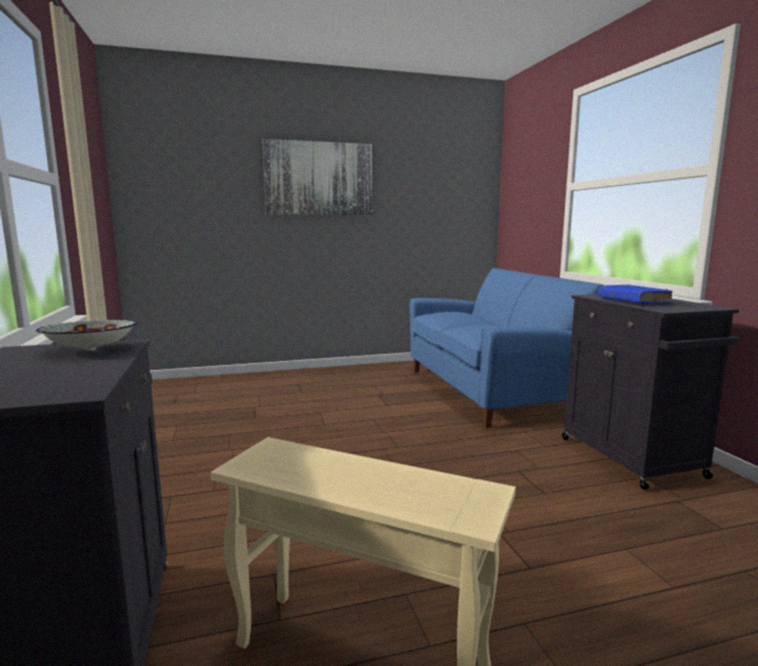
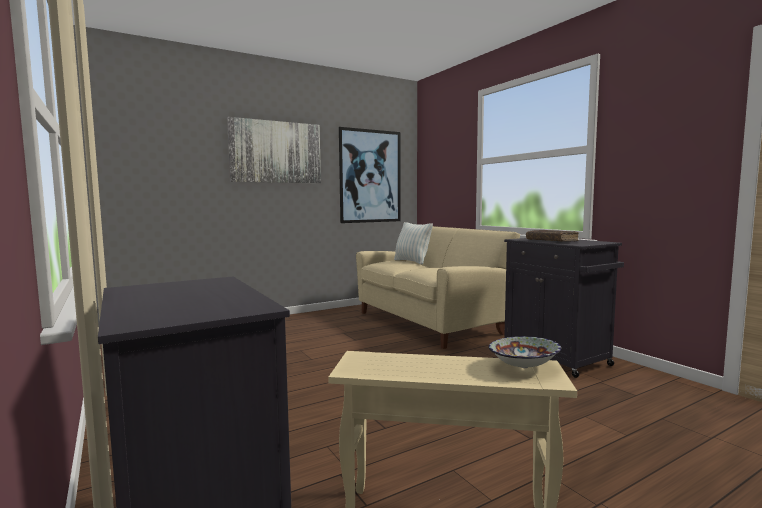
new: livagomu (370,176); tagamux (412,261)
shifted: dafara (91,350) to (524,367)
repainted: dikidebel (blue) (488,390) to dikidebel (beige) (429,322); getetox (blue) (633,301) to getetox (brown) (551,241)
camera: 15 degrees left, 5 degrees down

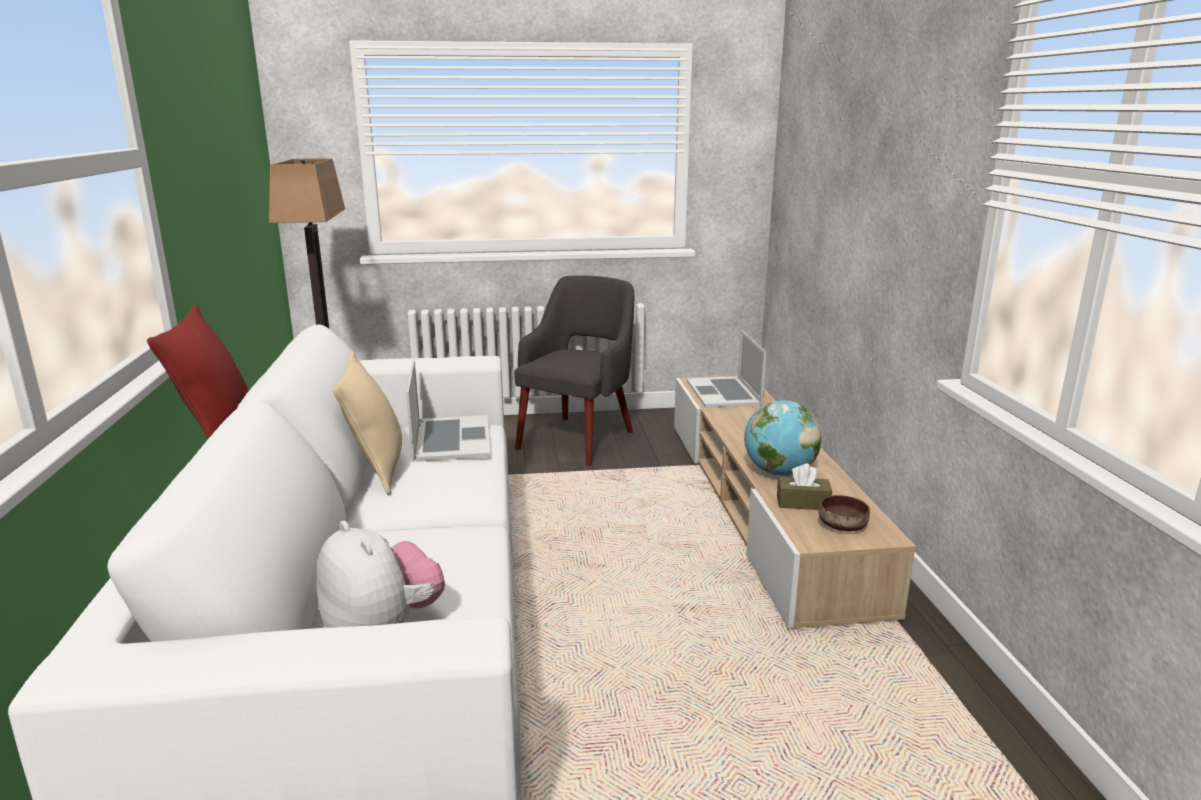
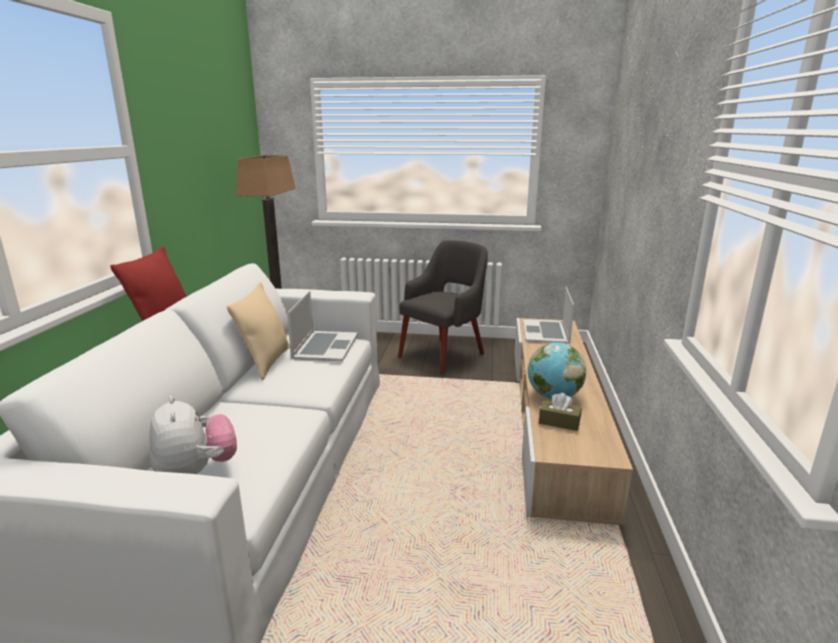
gone: dafara (brown) (843,526)
camera: 15 degrees right, 0 degrees up

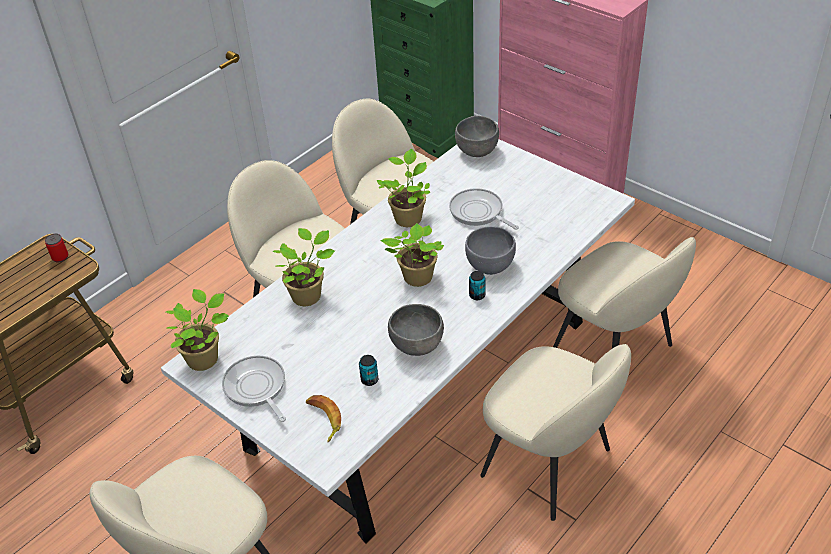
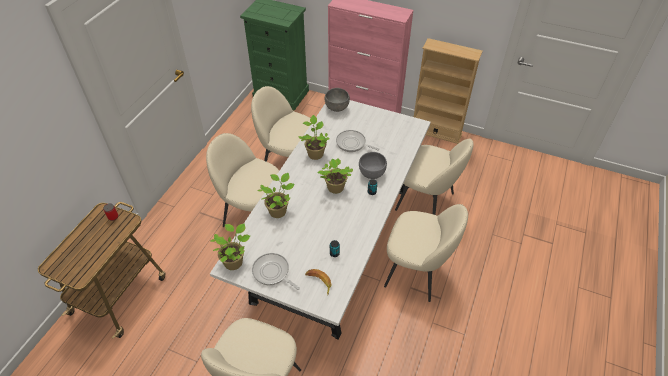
gone: dafara (grey) (417,346)
new: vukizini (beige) (436,132)
camera: 20 degrees left, 5 degrees up

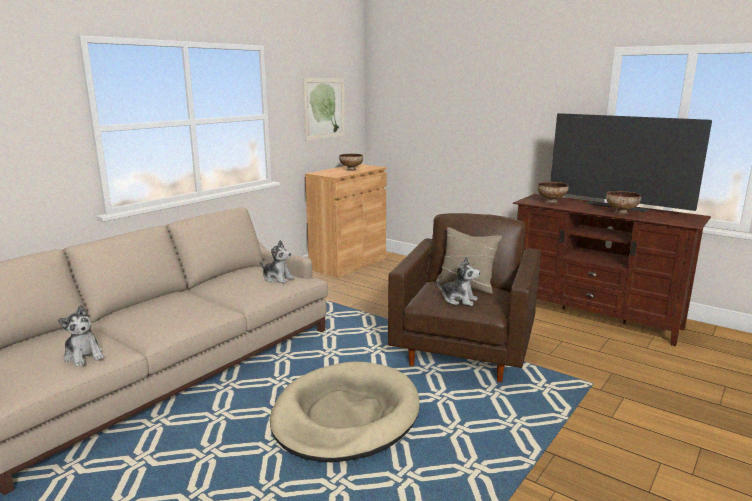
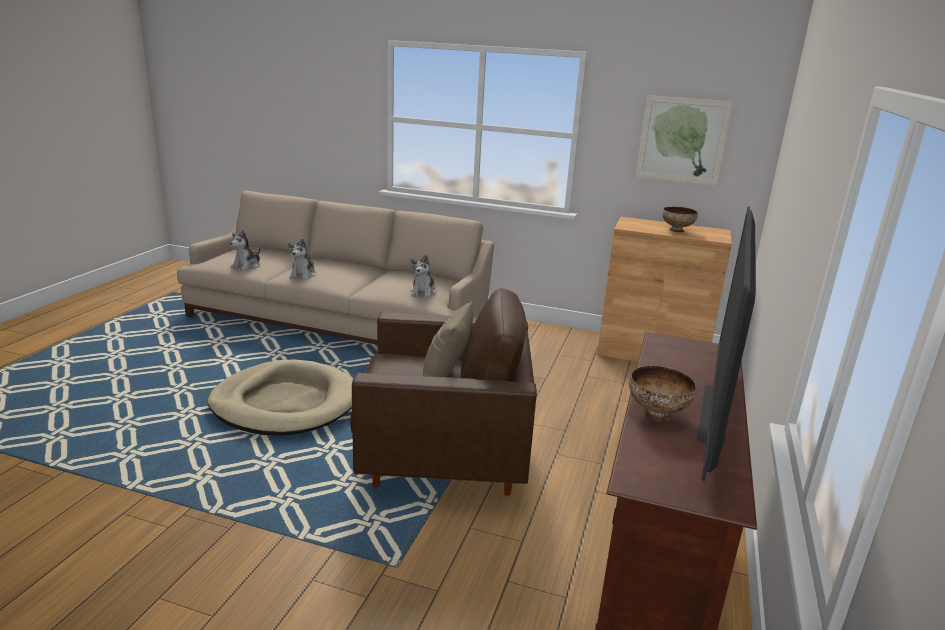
gone: dafara (551,202)
shifted: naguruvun (459,300) to (303,275)
camera: 70 degrees right, 5 degrees up

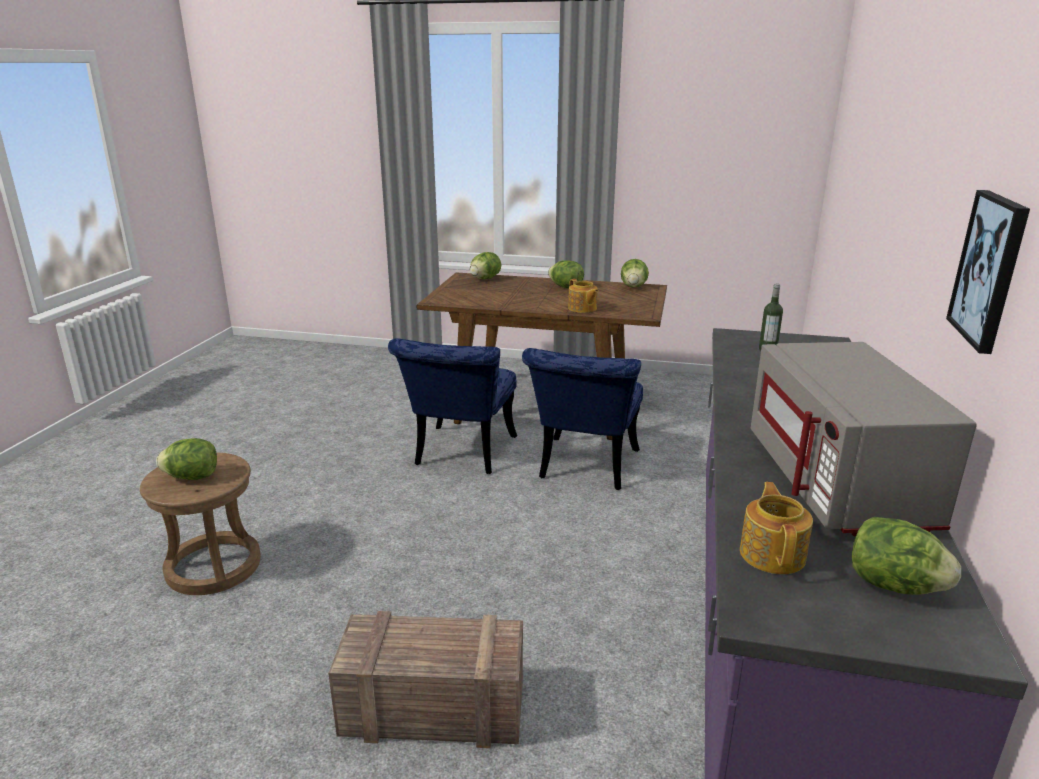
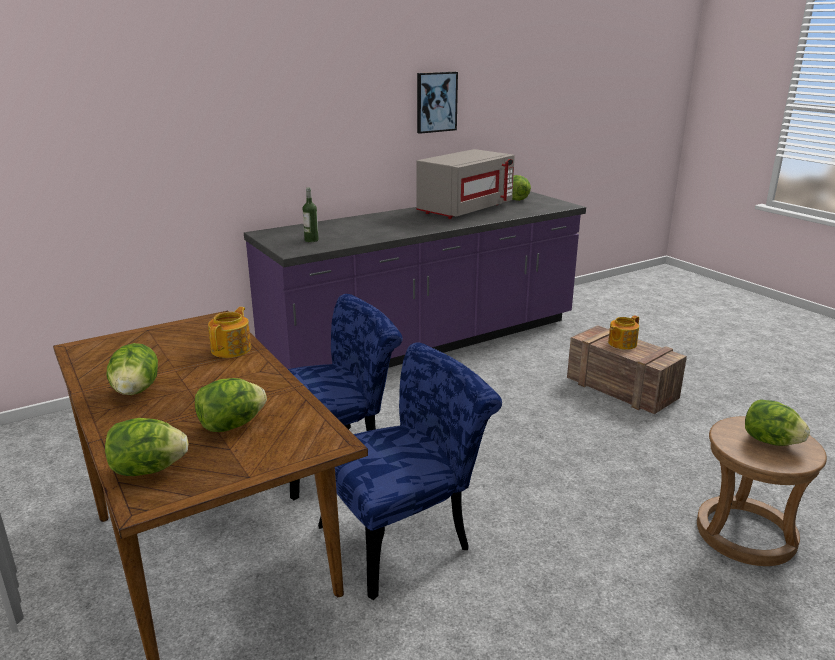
shifted: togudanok (633,287) to (231,425); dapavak (773,554) to (621,343)
camera: 135 degrees left, 0 degrees up

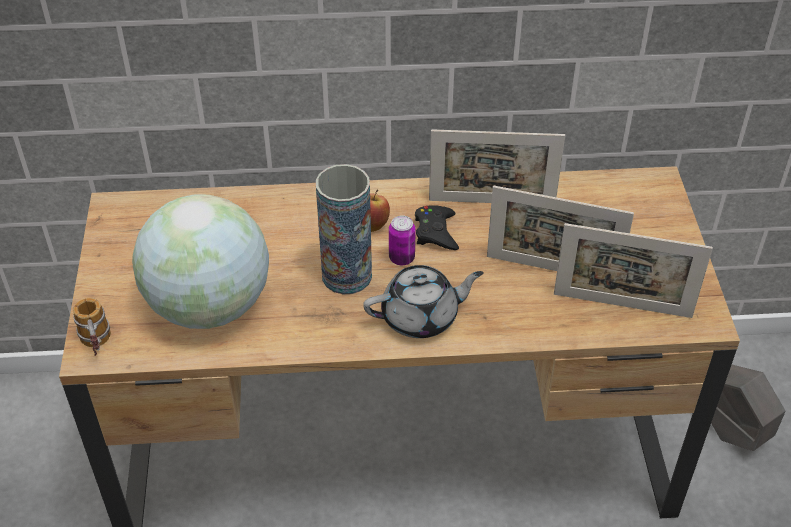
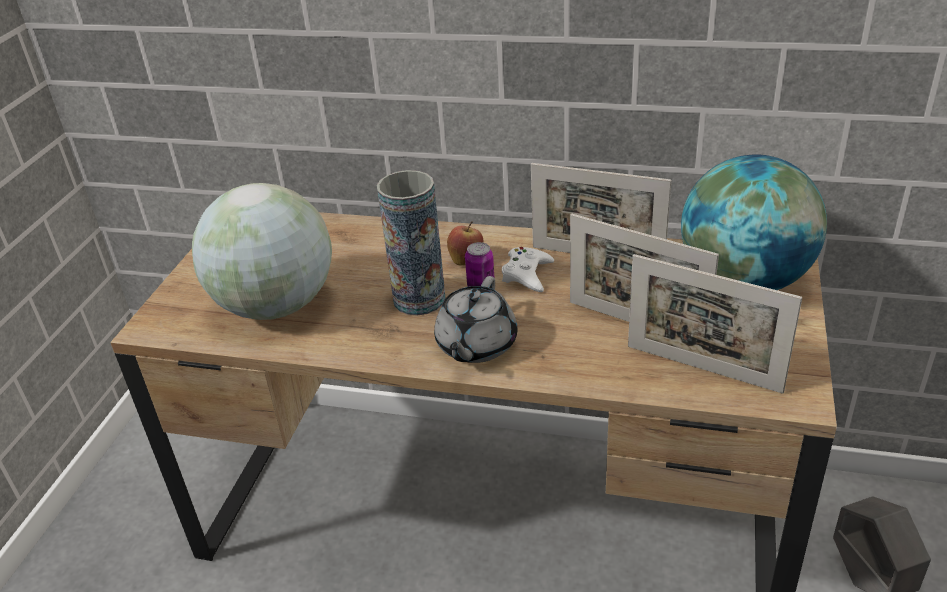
gone: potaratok (97,346)
new: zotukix (744,281)
repainted: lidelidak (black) (436,232) to lidelidak (white) (527,274)
rotated: dapavak (grey) (421,317) = (475,346) 105 degrees clockwise
camera: 20 degrees right, 10 degrees down

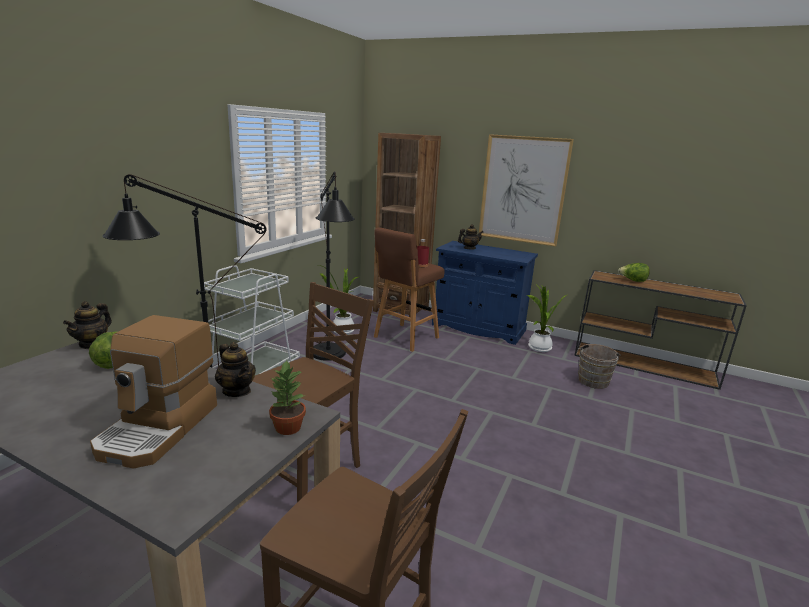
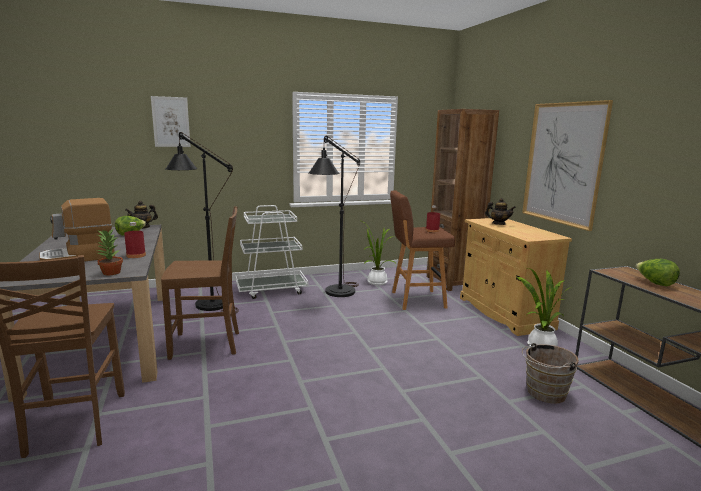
new: livagomu (171,122)
swapped: dapavak (237,391) to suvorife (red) (136,255)
repainted: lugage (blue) (478,328) to lugage (beige) (504,313)
camera: 45 degrees right, 5 degrees down

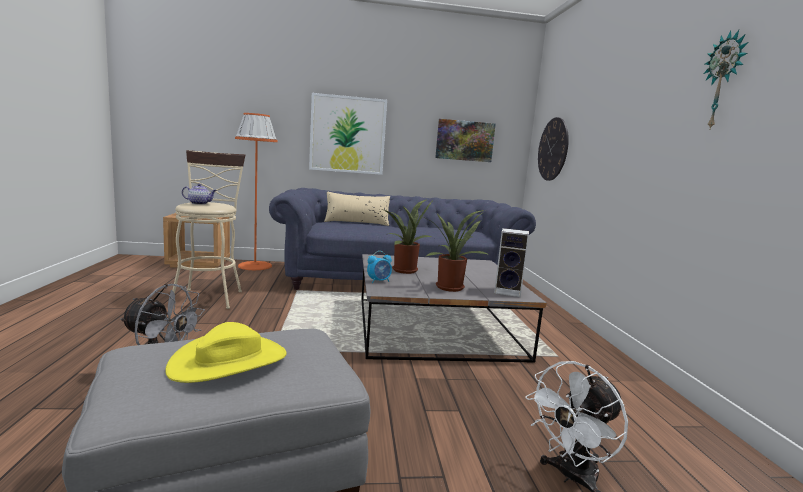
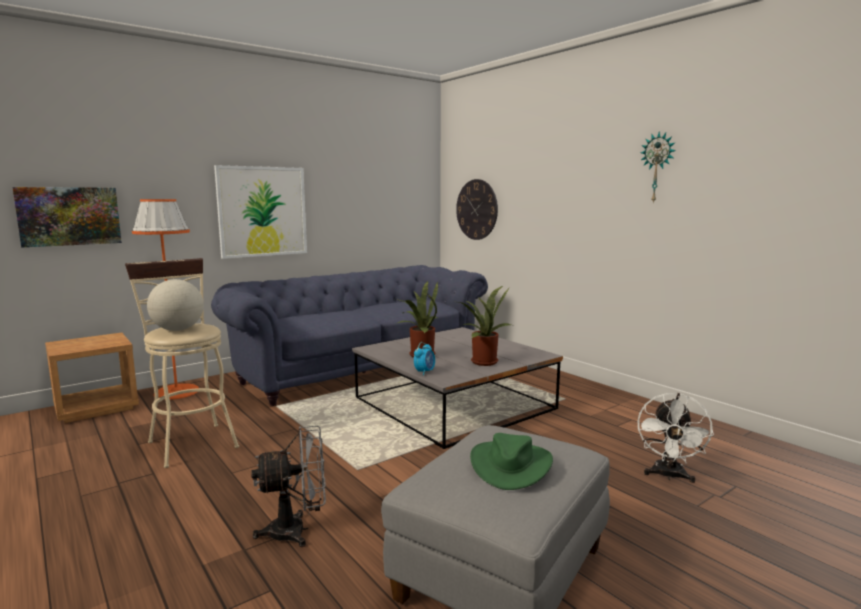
gone: tagamux (beige) (357,222); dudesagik (509,292)
shifted: livagomu (464,140) to (69,216)
swapped: dapavak (200,203) to zotukix (178,330)
repainted: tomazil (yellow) (229,361) to tomazil (green) (510,465)
camera: 30 degrees left, 0 degrees up

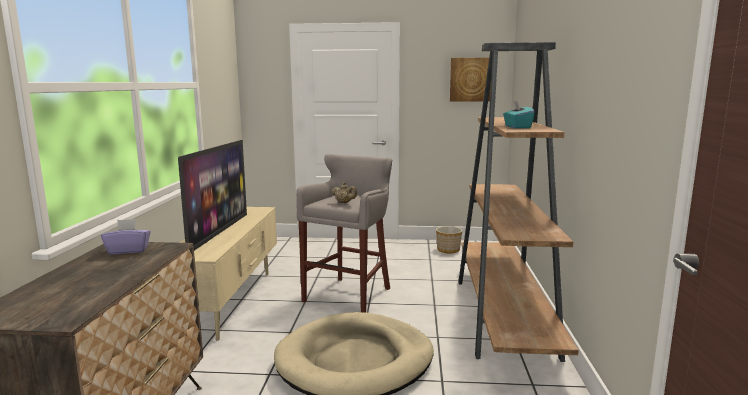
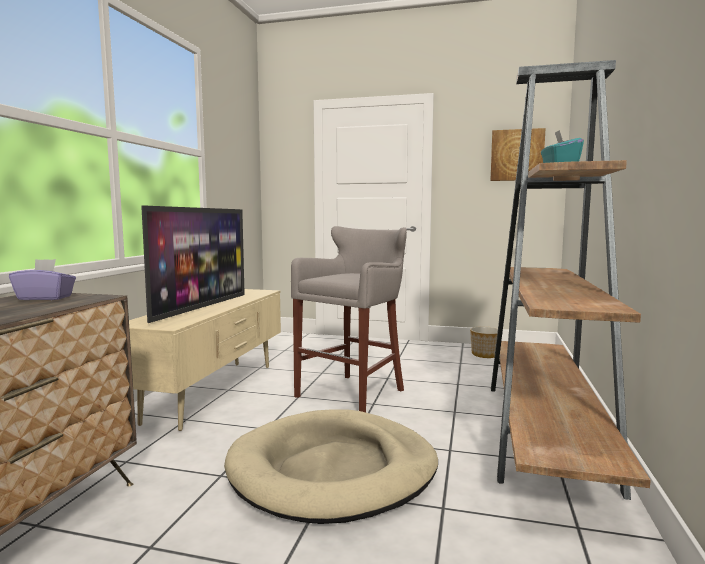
gone: dapavak (beige) (344,203)
camera: 10 degrees right, 5 degrees down

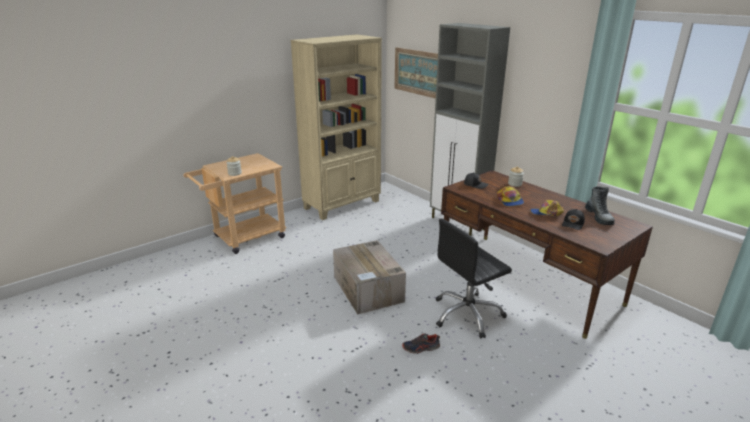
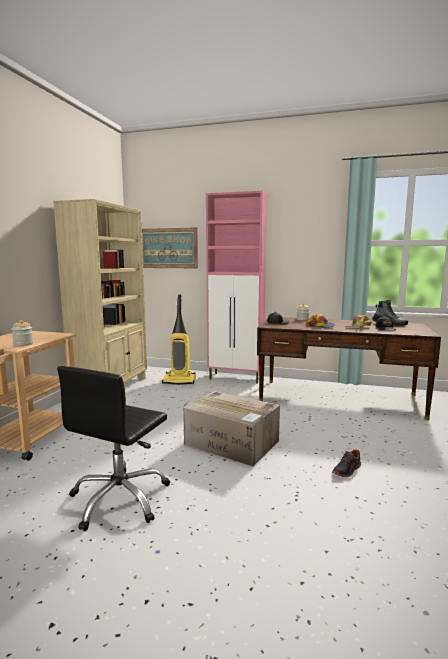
new: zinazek (179,381)
shifted: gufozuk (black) (467,314) to (120,499)
repainted: lugage (grey) (458,224) to lugage (pink) (236,378)
camera: 35 degrees left, 15 degrees down

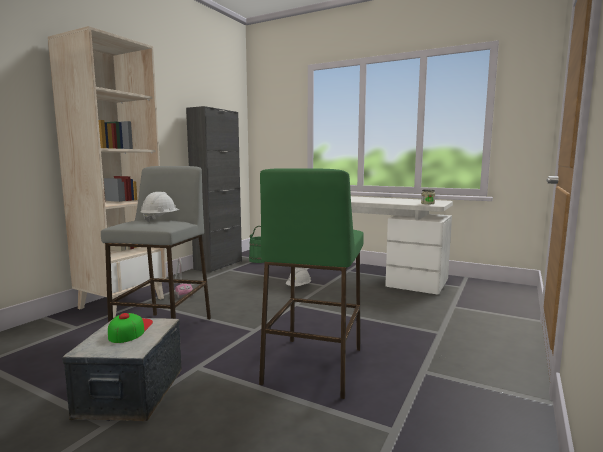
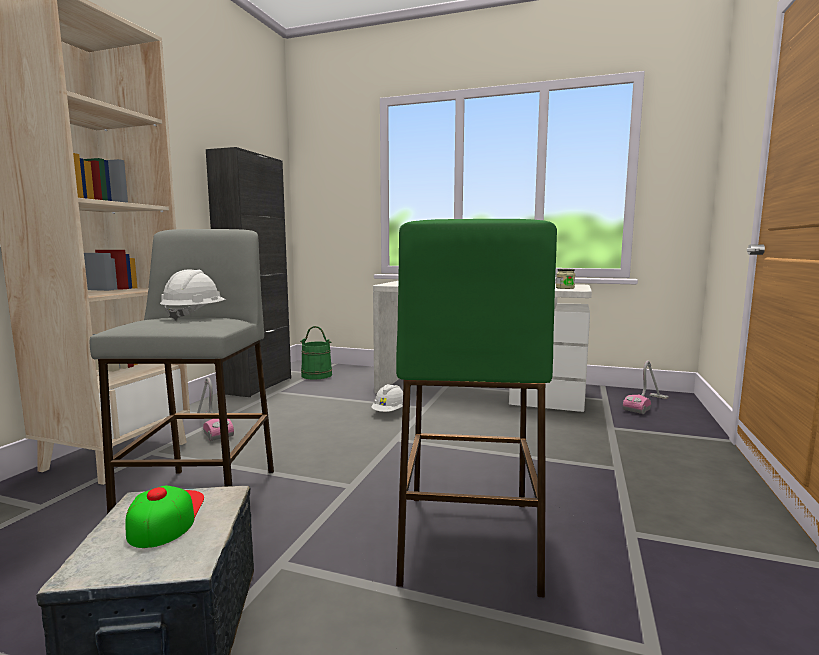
new: zinazek (646,404)
camera: 10 degrees left, 0 degrees up

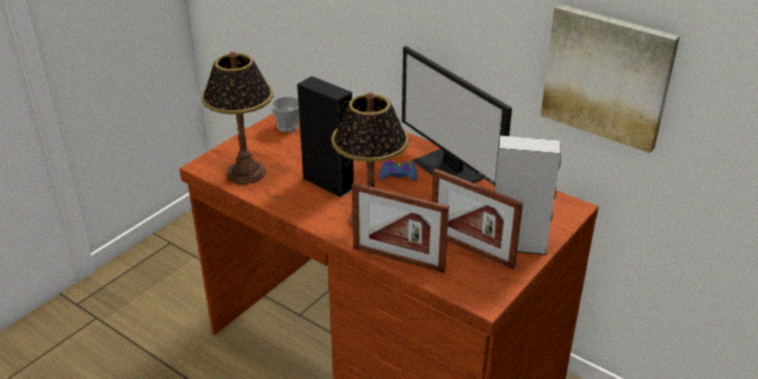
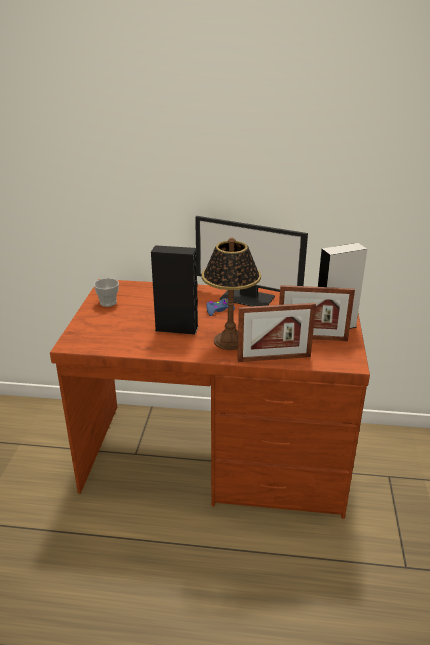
gone: livagomu (607,76); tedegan (245,172)
camera: 30 degrees left, 5 degrees down

